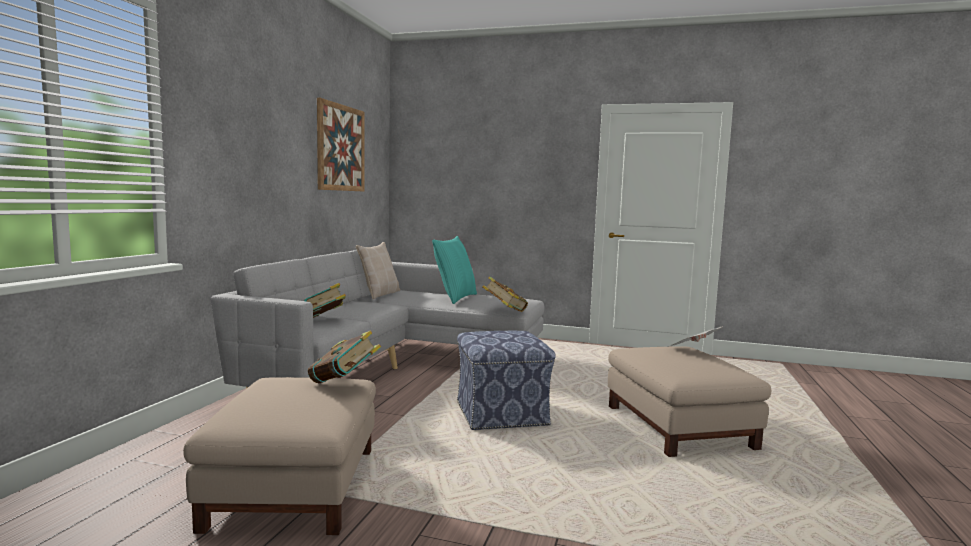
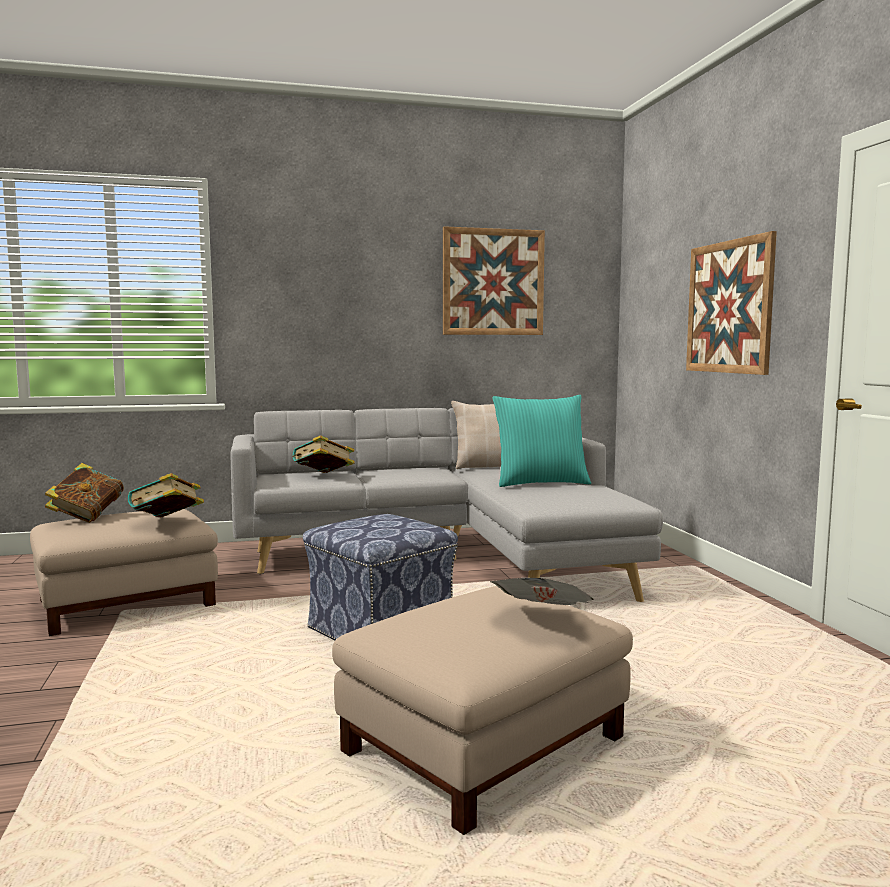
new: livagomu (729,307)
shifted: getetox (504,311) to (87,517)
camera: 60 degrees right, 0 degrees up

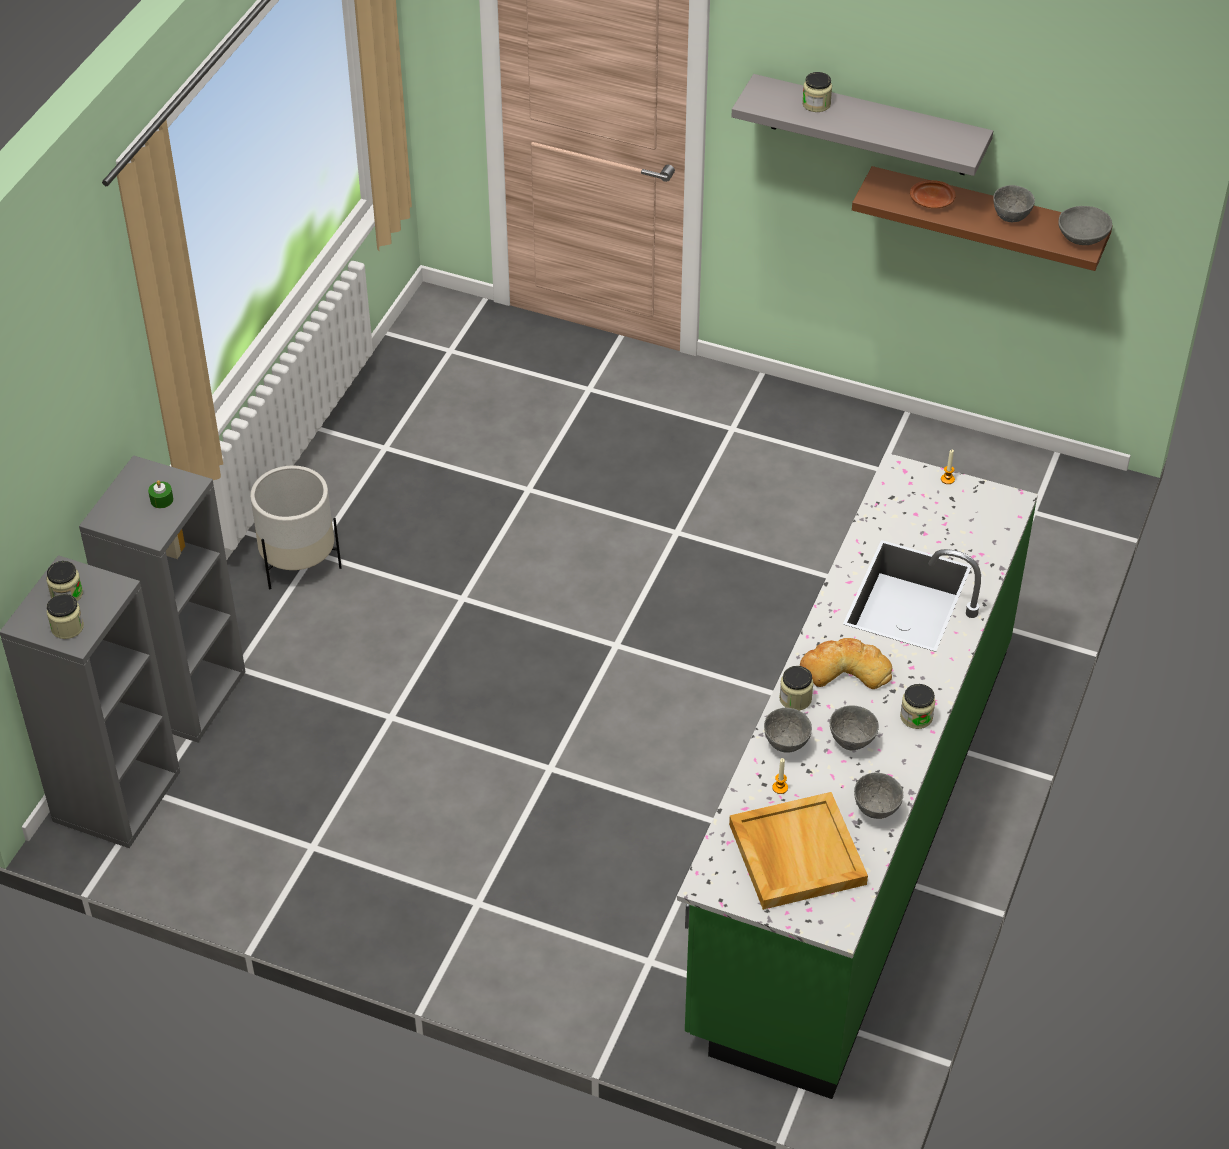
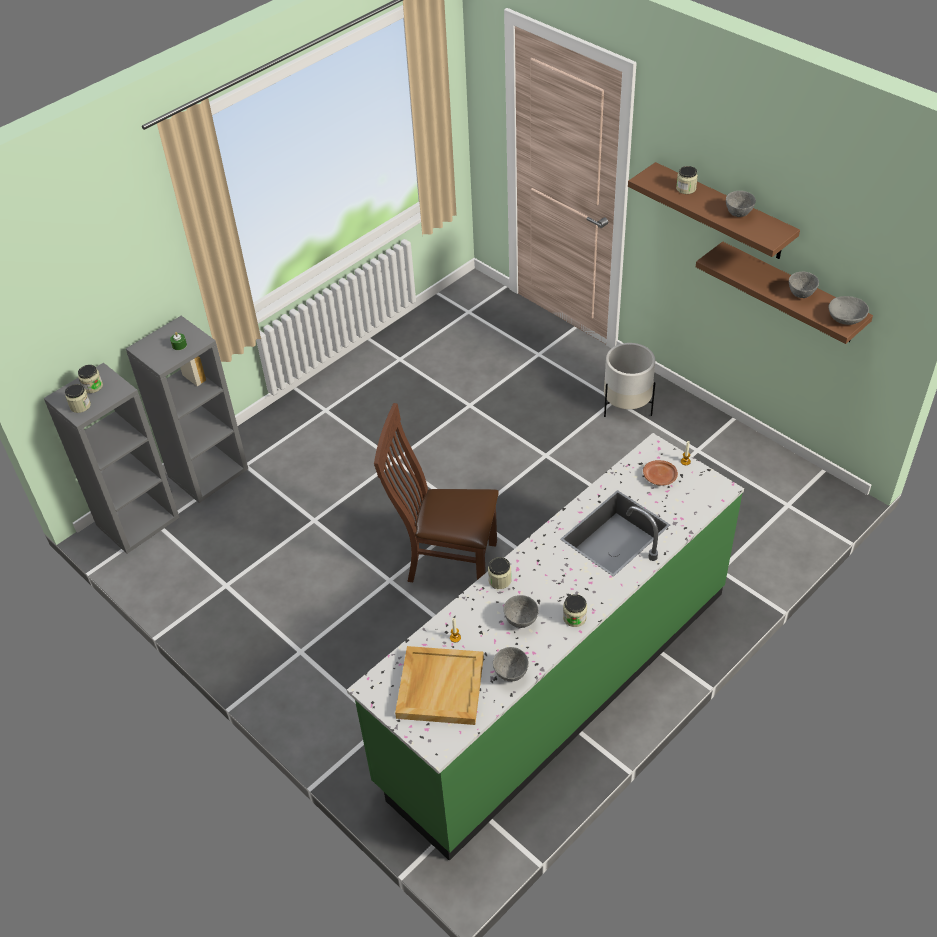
gone: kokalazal (845,668)
new: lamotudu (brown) (446,562)
shifted: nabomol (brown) (932,201) to (660,477); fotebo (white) (299,563) to (627,406); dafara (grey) (787,744) to (739,214)
repainted: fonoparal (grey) (869,126) to fonoparal (brown) (722,212)
camera: 25 degrees right, 0 degrees up

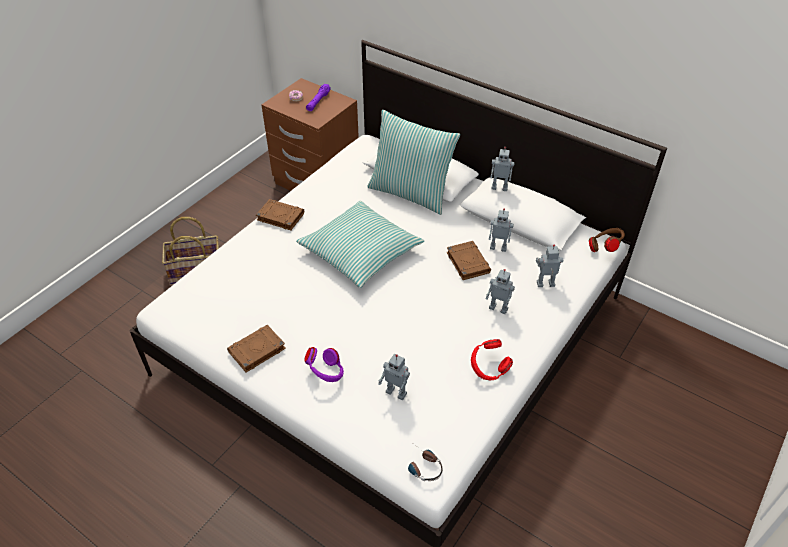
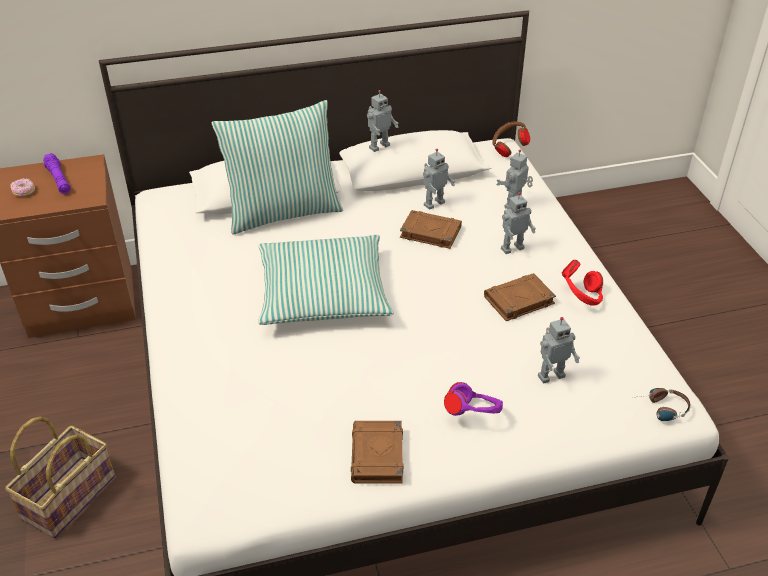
shifted: getetox (brown) (280,217) to (518,301)
camera: 50 degrees left, 5 degrees down

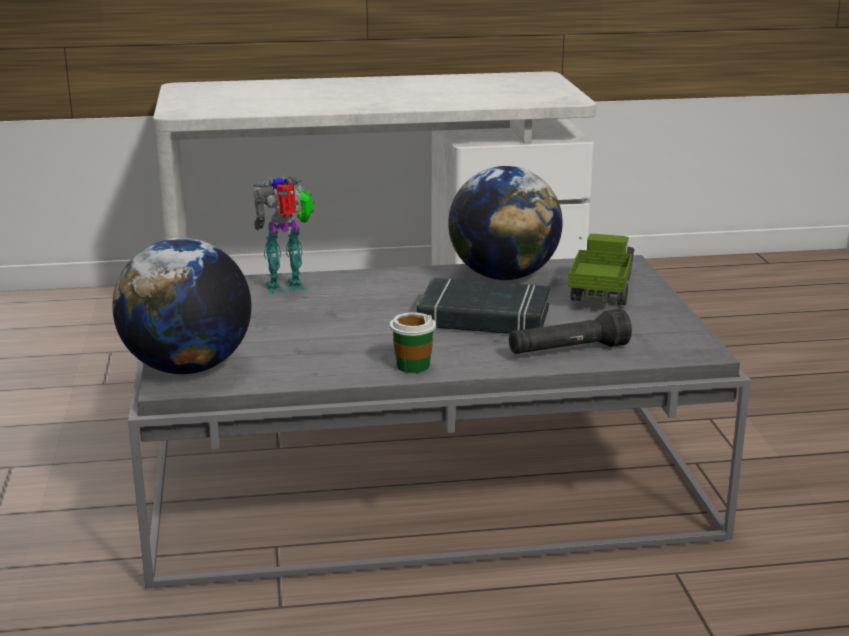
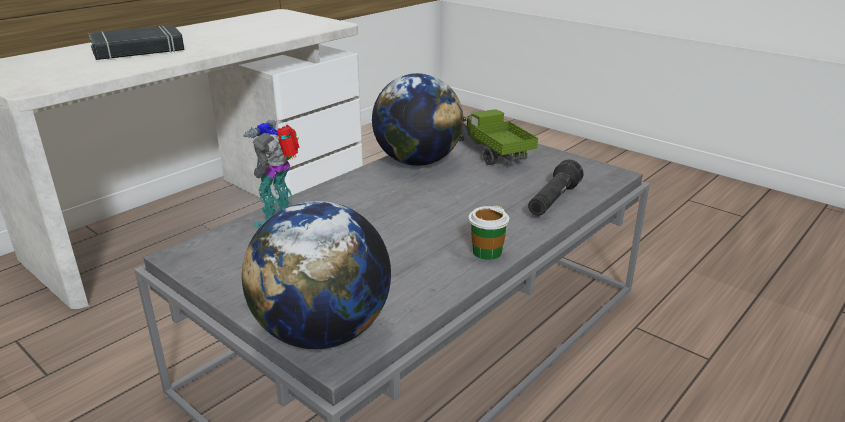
shifted: getetox (black) (483,318) to (138,50)
camera: 40 degrees left, 5 degrees up

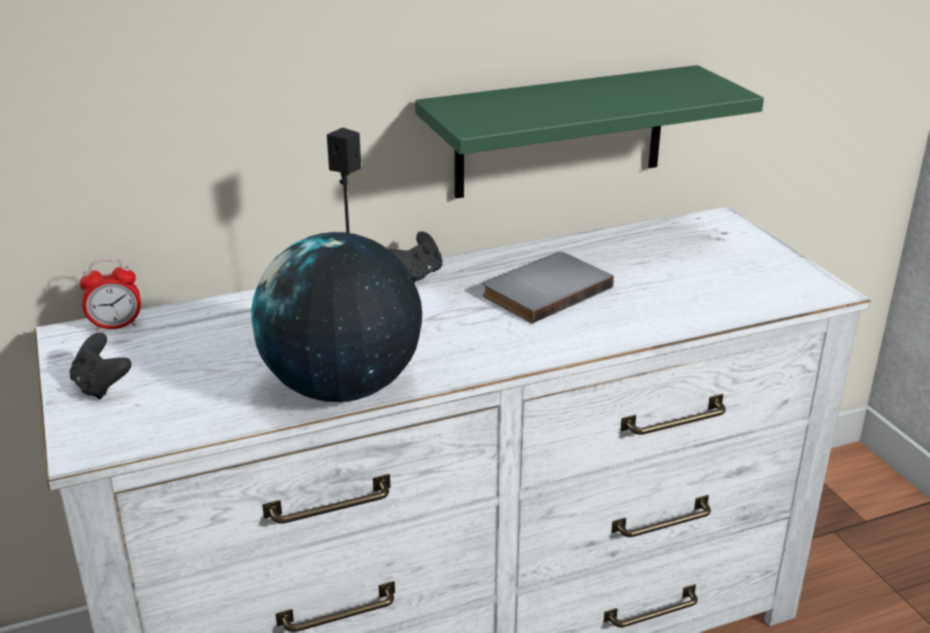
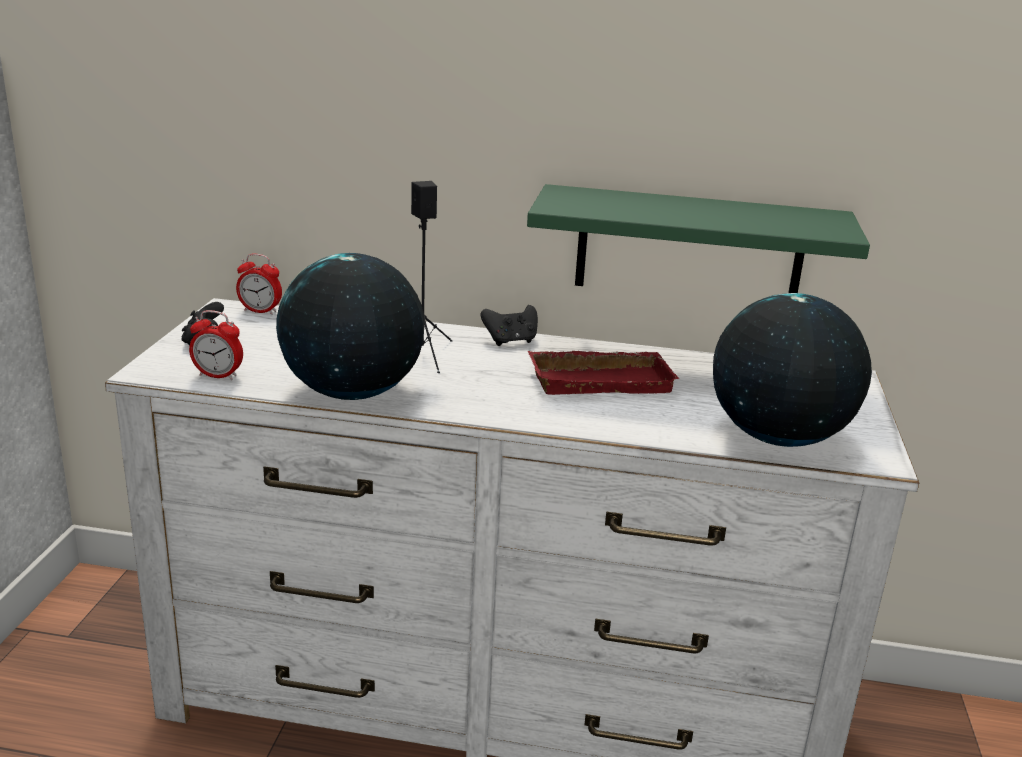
new: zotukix (777,438); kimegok (218,376)
swapped: getetox (grey) (544,290) to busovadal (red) (601,380)
camera: 30 degrees right, 5 degrees down

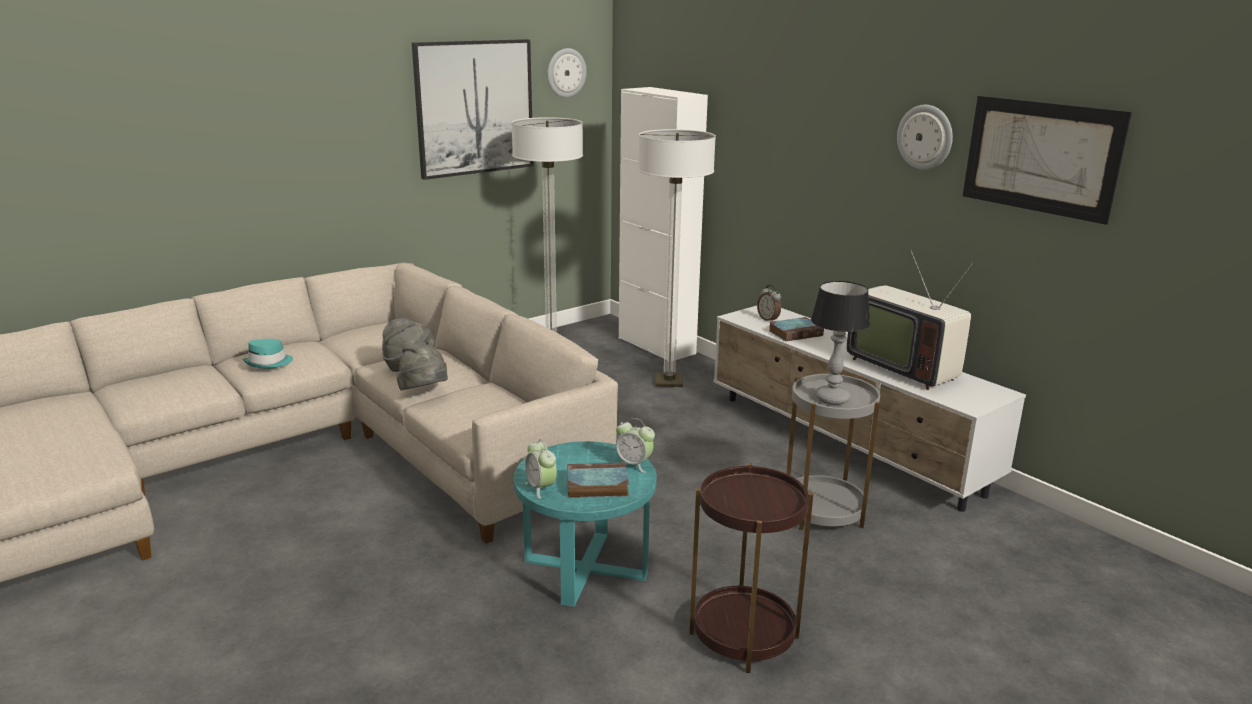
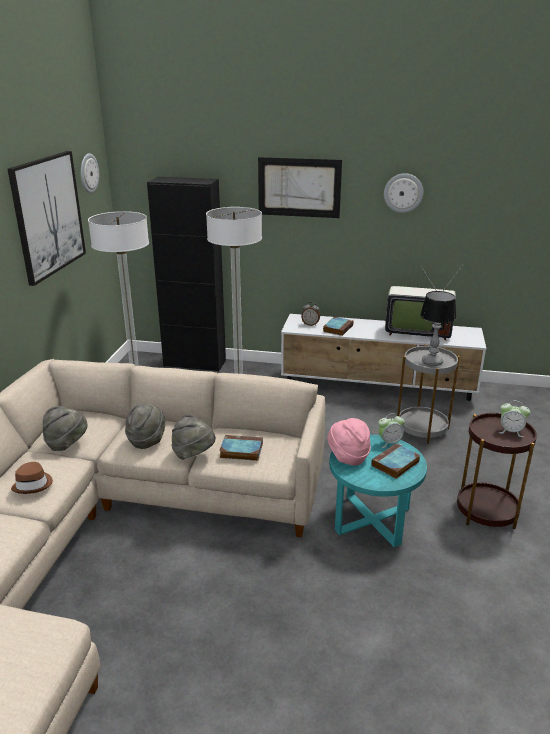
new: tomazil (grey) (67,444); tomazil (pink) (348,457); getetox (240,451)
shifted: livagomu (1041,157) to (299,187); kimegok (541,488) to (511,431)
repainted: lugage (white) (656,346) to lugage (black) (194,363); tomazil (turquoise) (269,363) to tomazil (brown) (33,484)
camera: 40 degrees left, 5 degrees up

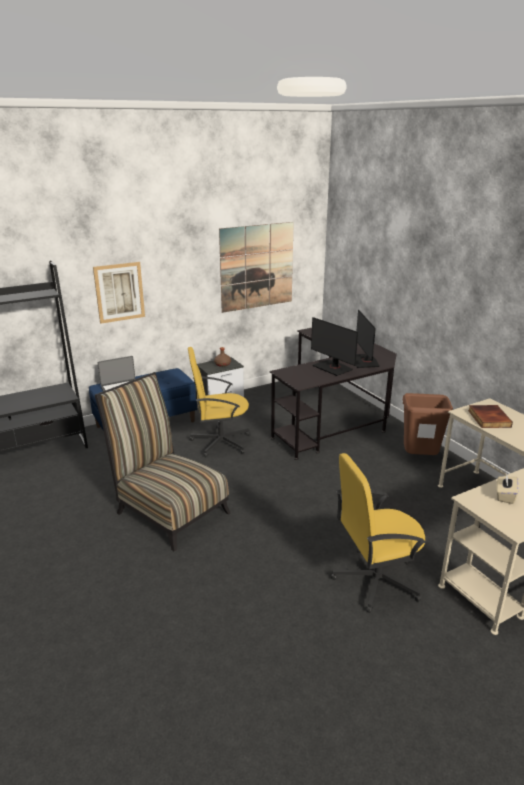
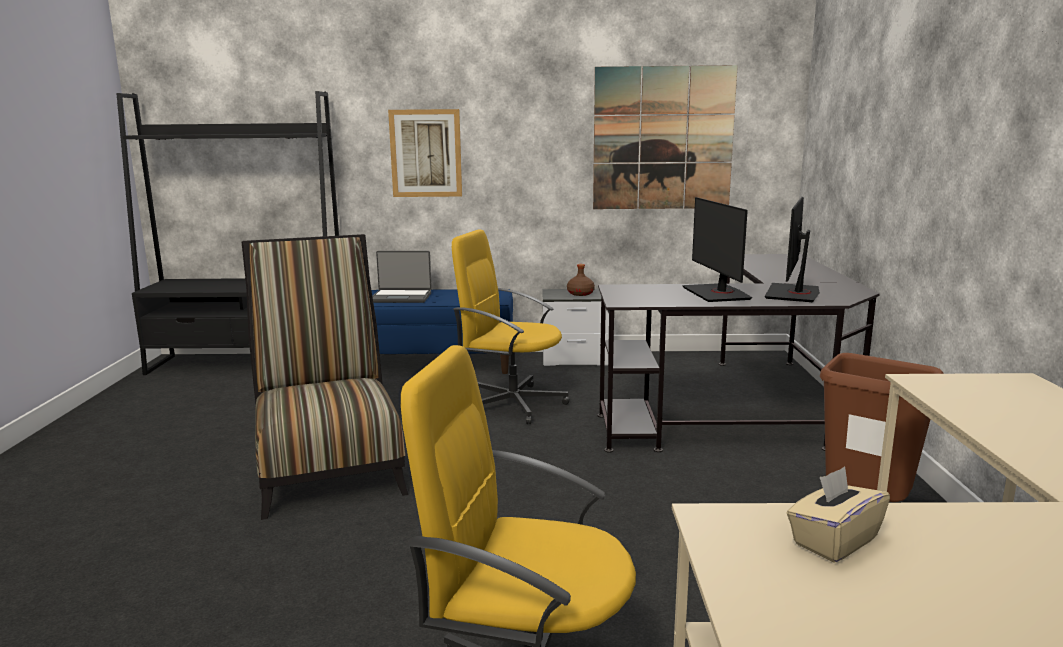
gone: getetox (488,418)
camera: 30 degrees right, 10 degrees down

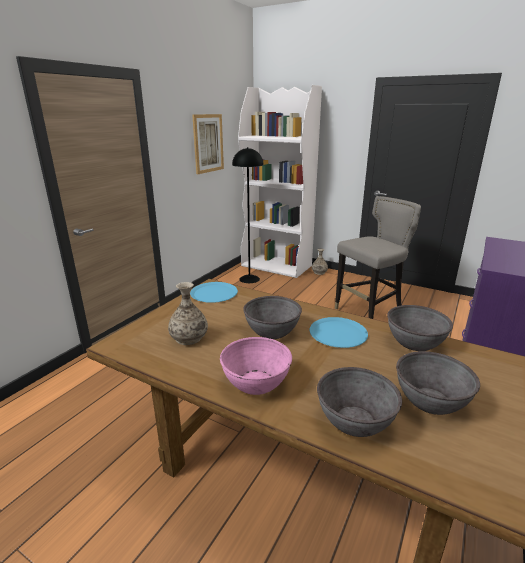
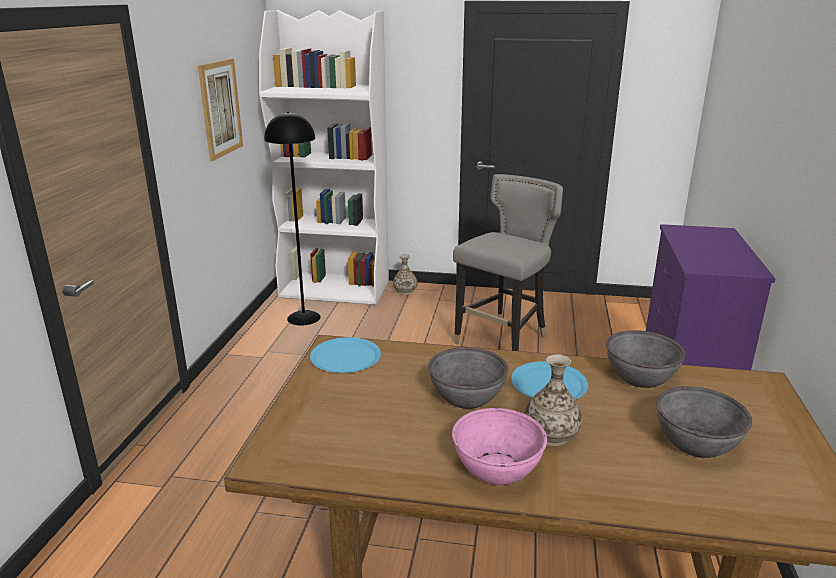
gone: dafara (grey) (355,420)
shifted: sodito (189,338) to (550,434)
camera: 20 degrees left, 0 degrees up

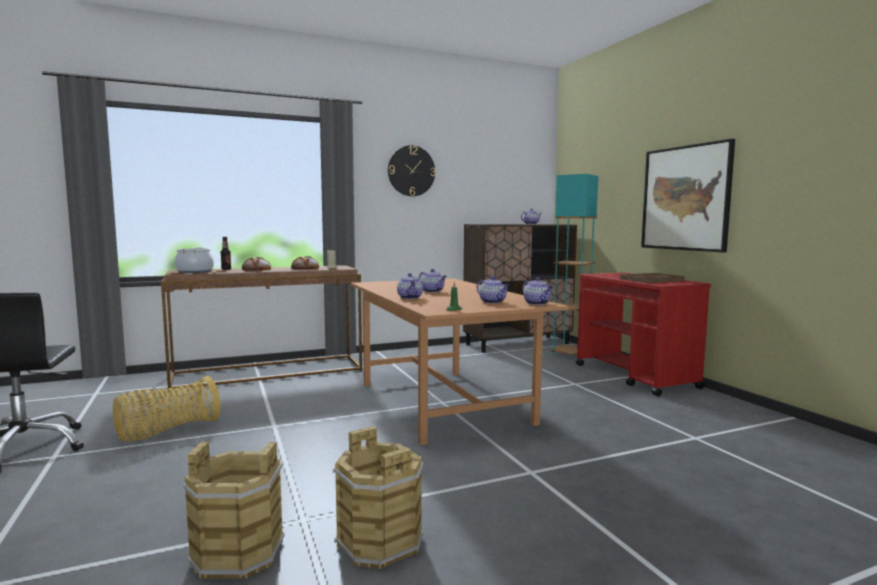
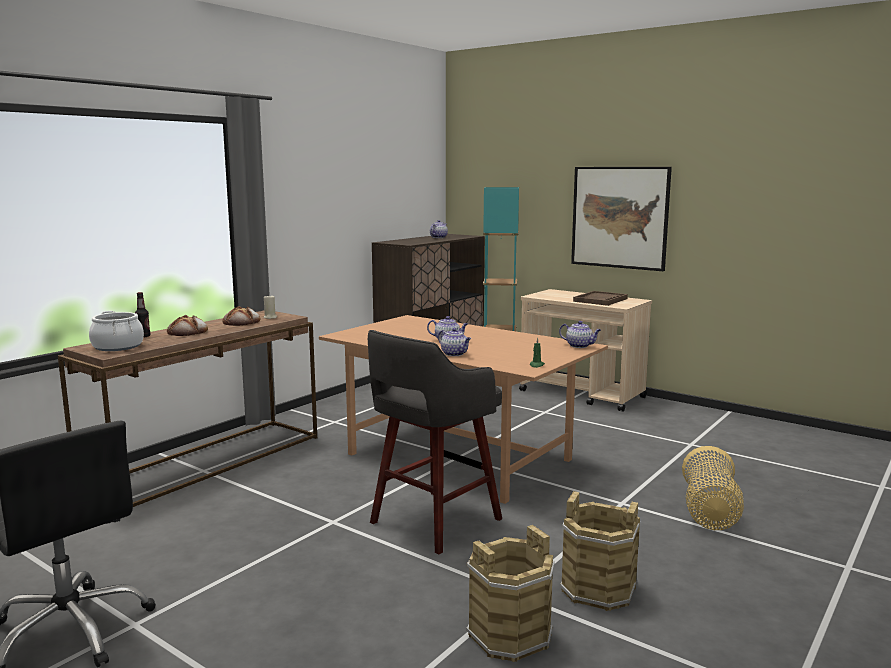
gone: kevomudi (411,171); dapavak (493,302)
new: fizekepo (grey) (432,522)
shifted: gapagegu (167,431) to (709,513)
repainted: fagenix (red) (635,376) to fagenix (beige) (582,394)
camera: 30 degrees left, 5 degrees up

